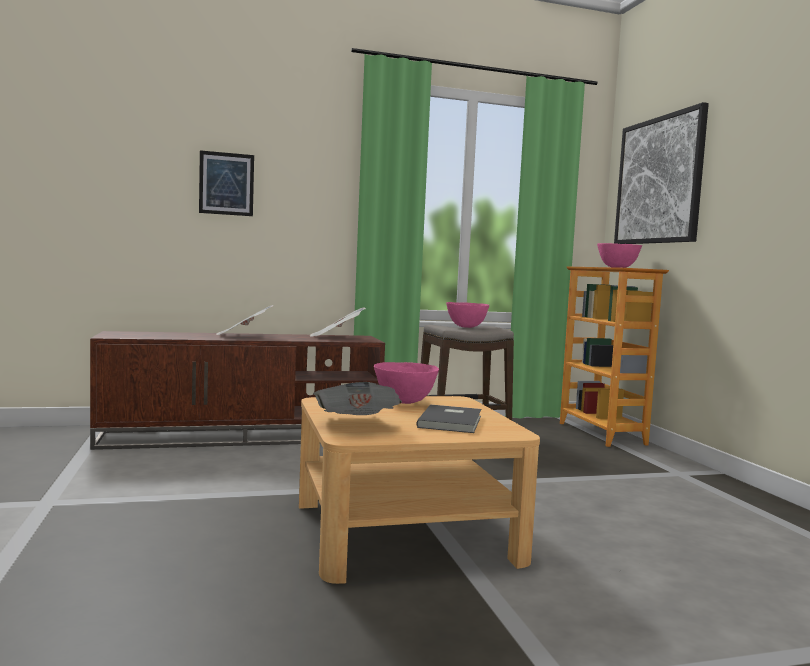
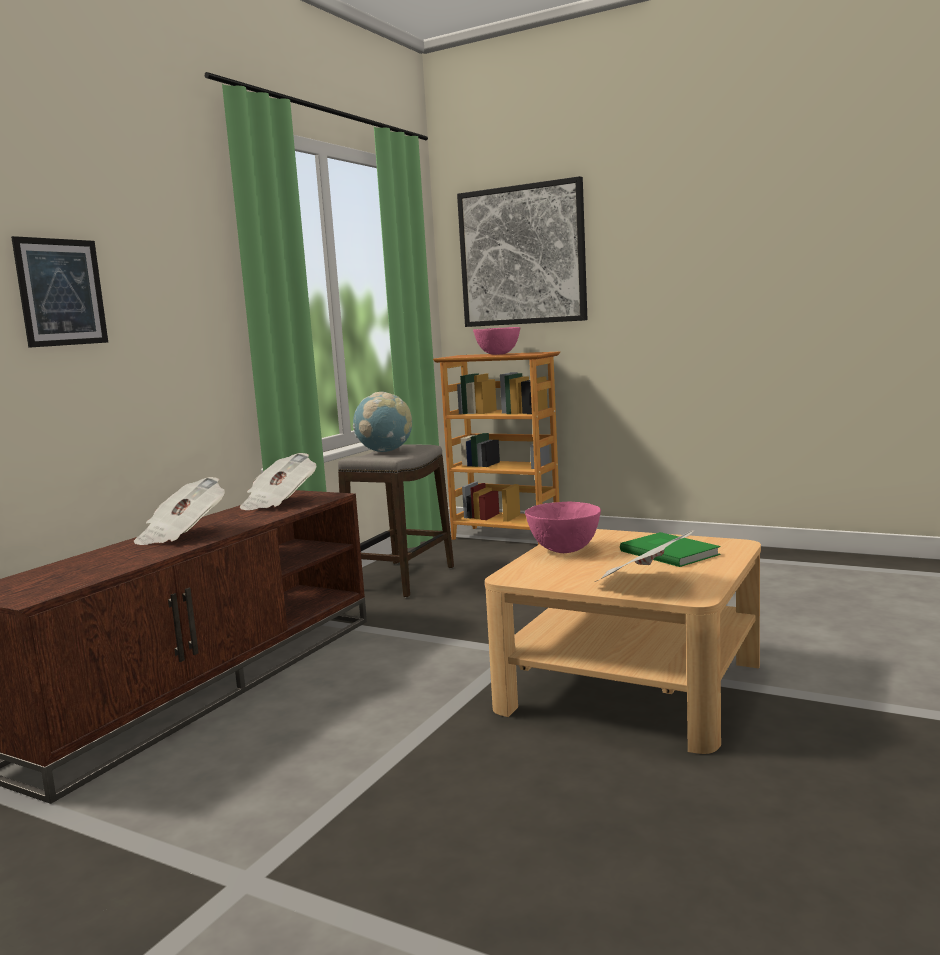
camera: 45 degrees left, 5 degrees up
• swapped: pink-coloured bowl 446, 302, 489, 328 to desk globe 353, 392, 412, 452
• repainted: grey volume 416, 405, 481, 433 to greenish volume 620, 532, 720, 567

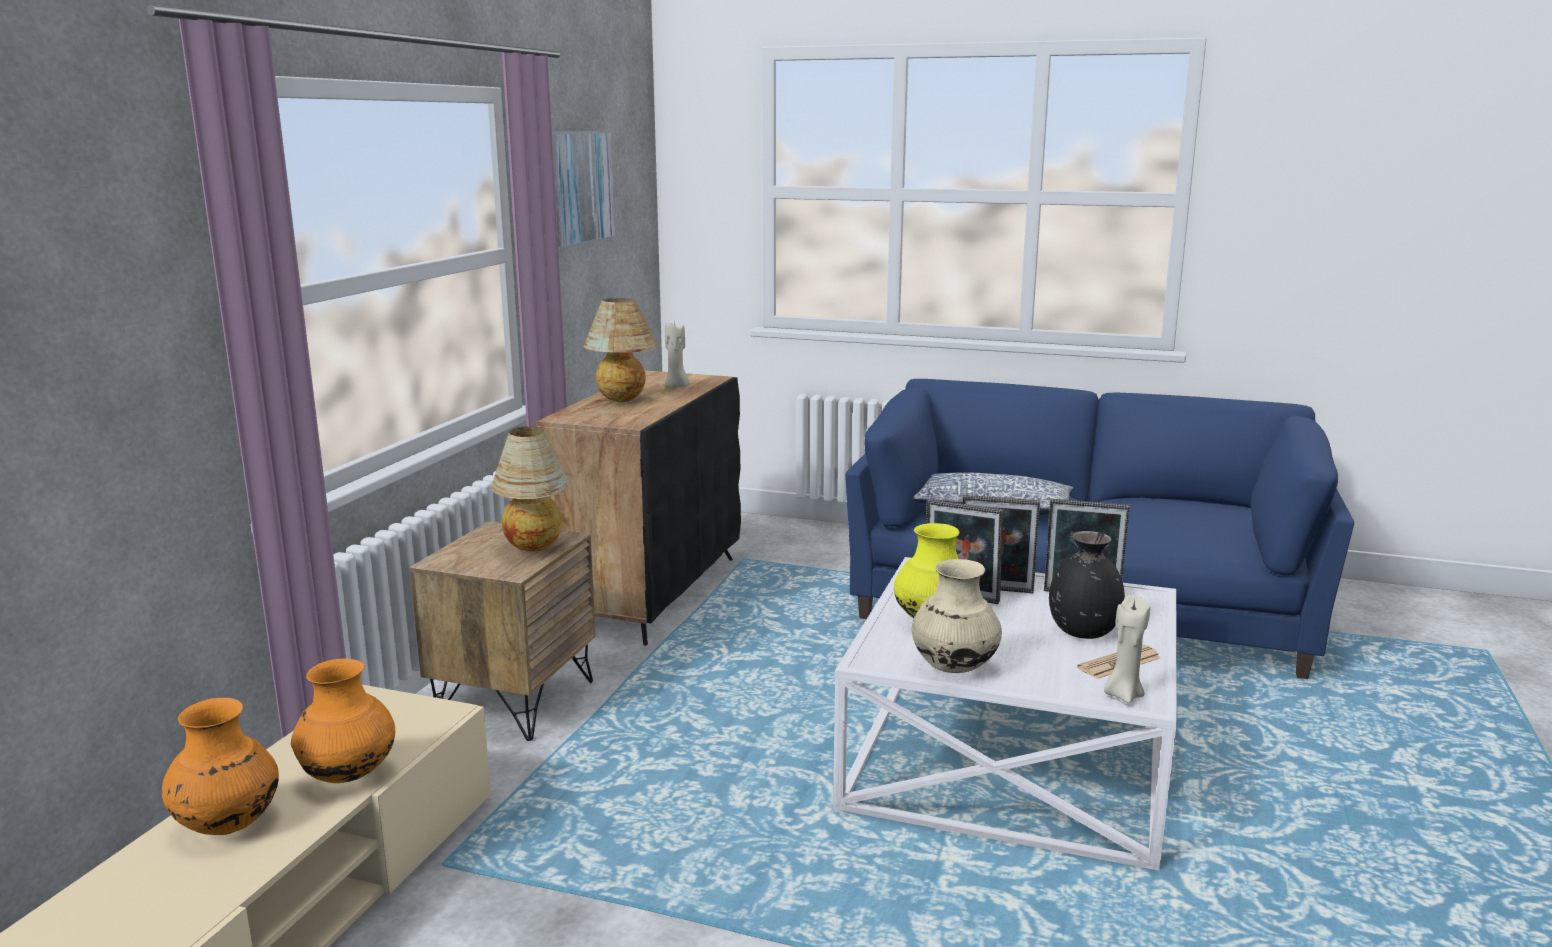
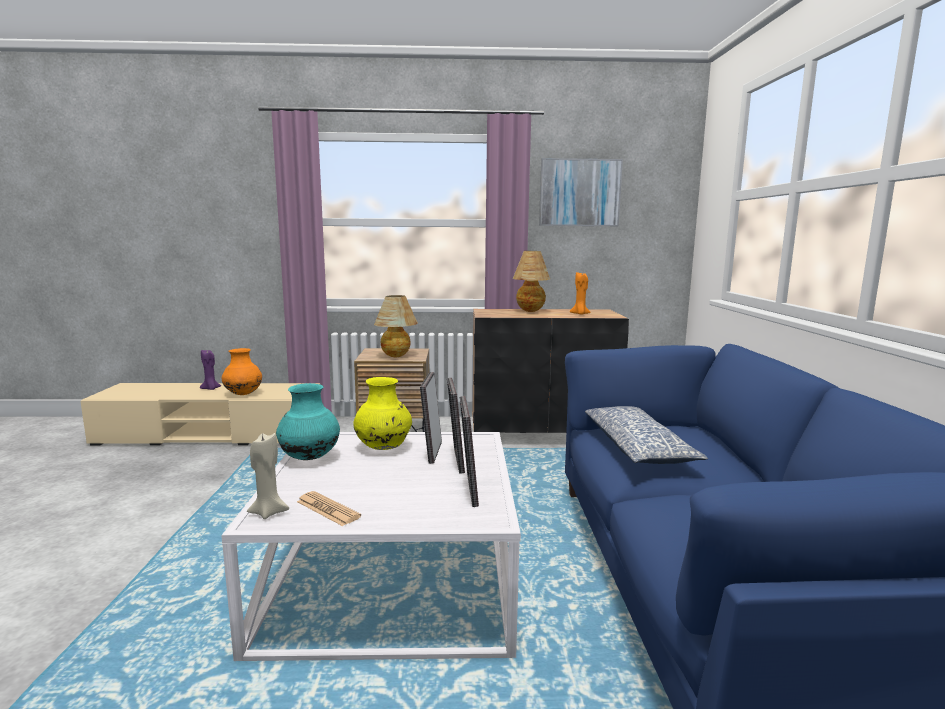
camera: 70 degrees right, 5 degrees down
• swapped: orange flower vase 162, 698, 279, 835 to purple wax candle 200, 350, 221, 390
• repainted: beige flower vase 912, 559, 1002, 673 to turquoise flower vase 276, 383, 340, 460
• repainted: beige wax candle 665, 322, 690, 387 to orange wax candle 570, 272, 591, 315
• gone: black-coloured flower vase 1049, 531, 1125, 639

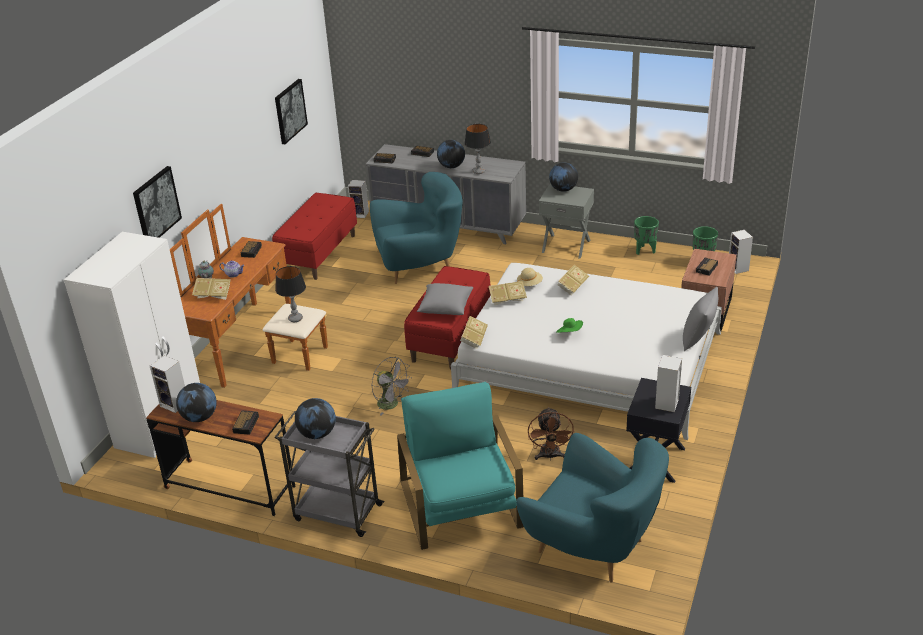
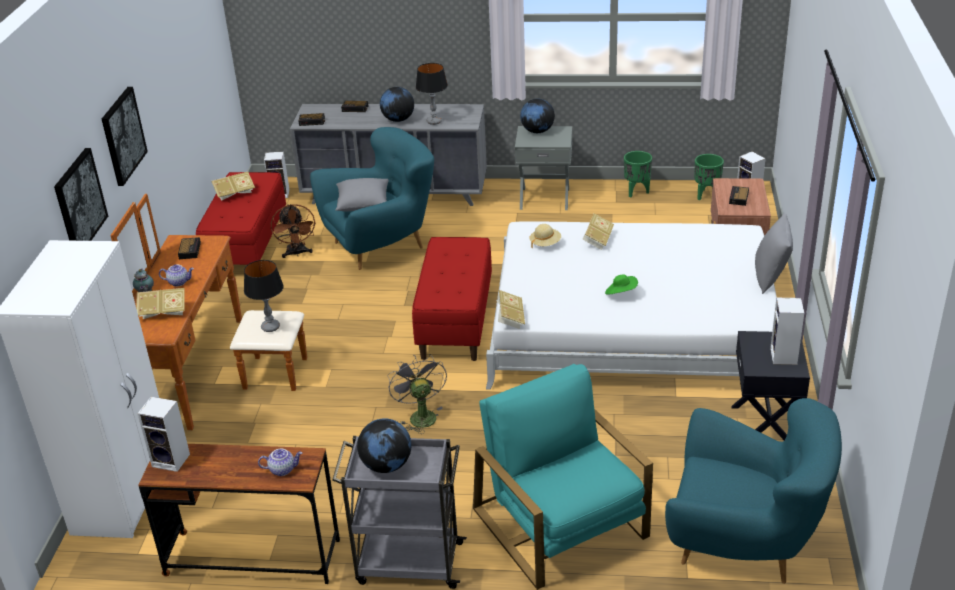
camera: 15 degrees left, 0 degrees up
• shifted: picture 275, 79, 308, 144 to 102, 87, 148, 186
• shifted: volume 488, 281, 527, 305 to 211, 172, 255, 201
• swapped: bedside clock 232, 411, 259, 435 to pot for tea 258, 449, 302, 476
• shifted: brown-coloured fan 528, 407, 574, 461 to 271, 204, 316, 258
• shifted: grey cushion 417, 283, 473, 315 to 335, 178, 389, 211
• rotated: grey fan 372, 357, 412, 416 = 387, 354, 447, 434 135 degrees counterclockwise
• gone: desk globe 176, 383, 217, 422

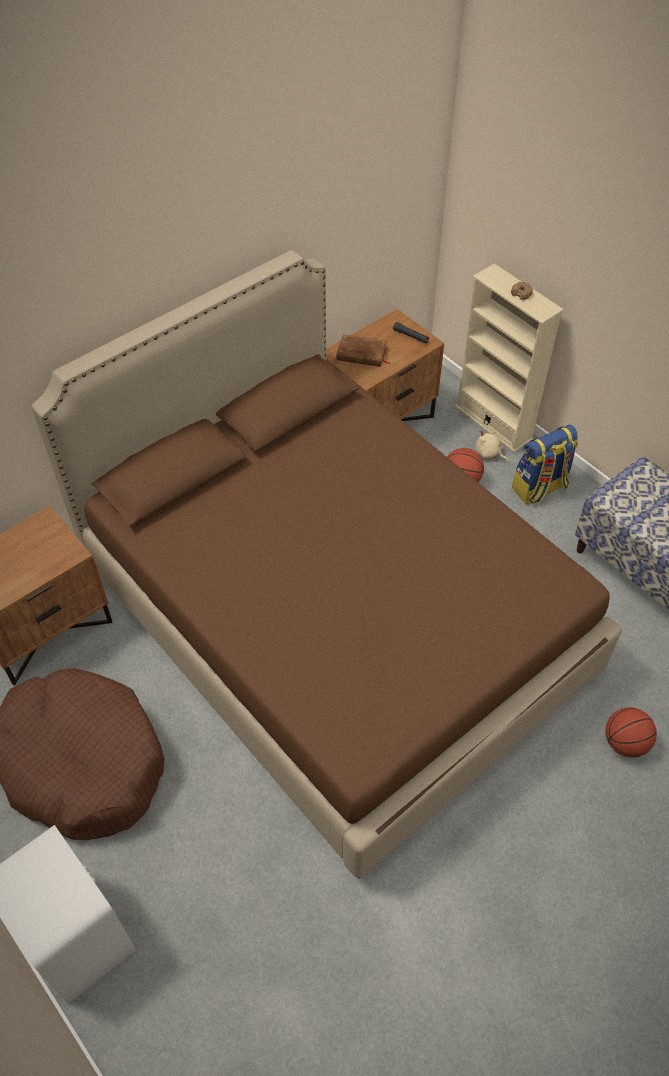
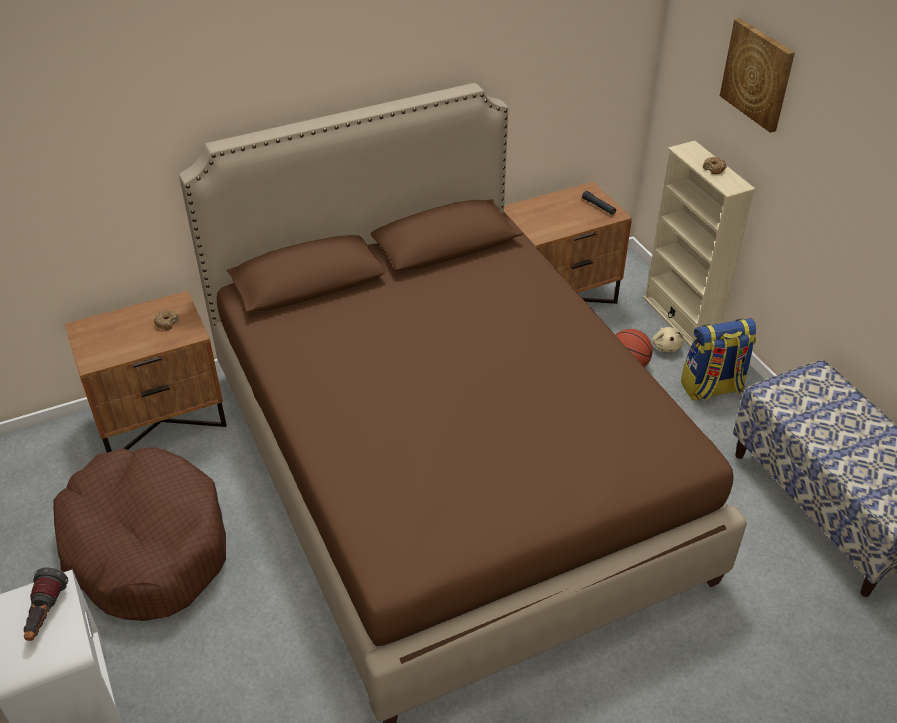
camera: 15 degrees right, 10 degrees down
• new: flashlight 24, 567, 68, 641
• new: donut 154, 310, 179, 330
• rotated: beige cuddly toy 476, 428, 509, 462 = 652, 327, 683, 352 150 degrees counterclockwise
• new: picture 720, 18, 795, 133
• gone: brown-coloured volume 336, 334, 390, 367
• gone: basketball ball 605, 707, 657, 758

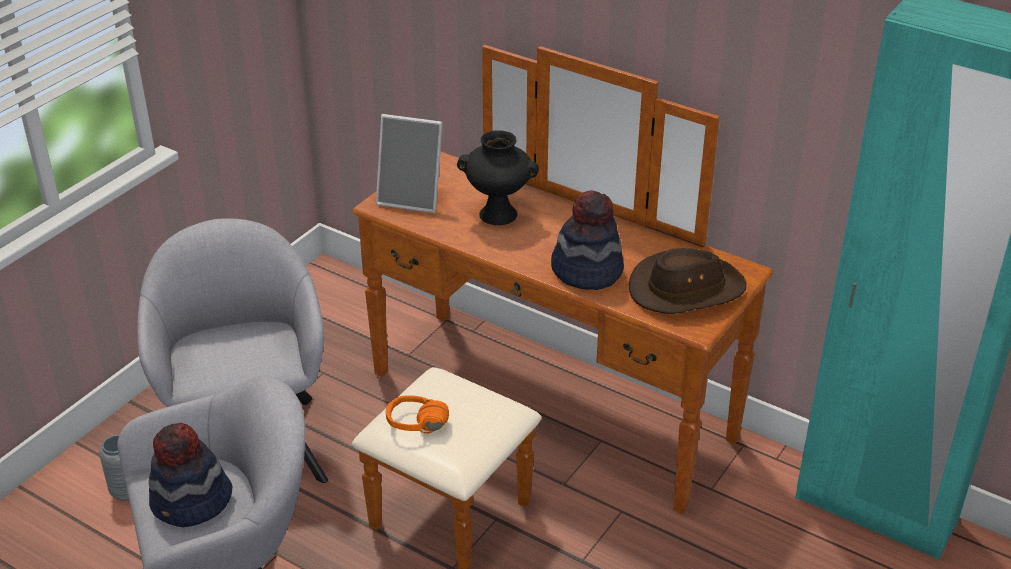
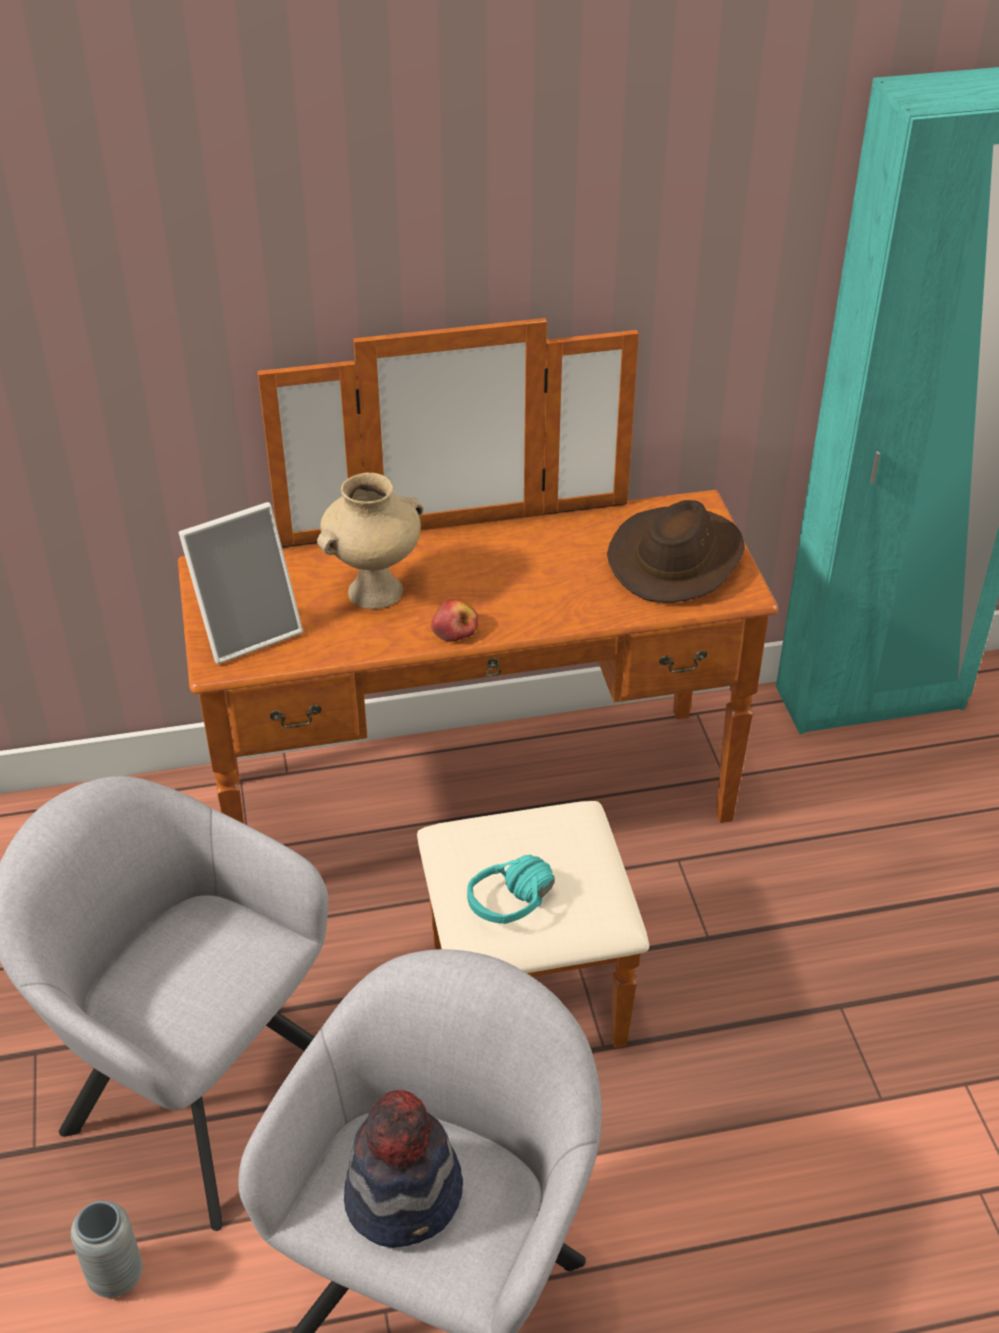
camera: 45 degrees left, 5 degrees up
• repainted: black-coloured flower vase 457, 130, 539, 225 to beige flower vase 317, 473, 423, 609
• new: apple 431, 599, 478, 642
• repainted: orange pair of headphones 386, 395, 449, 434 to turquoise pair of headphones 467, 855, 555, 924
• gone: wearable hat 551, 190, 624, 290

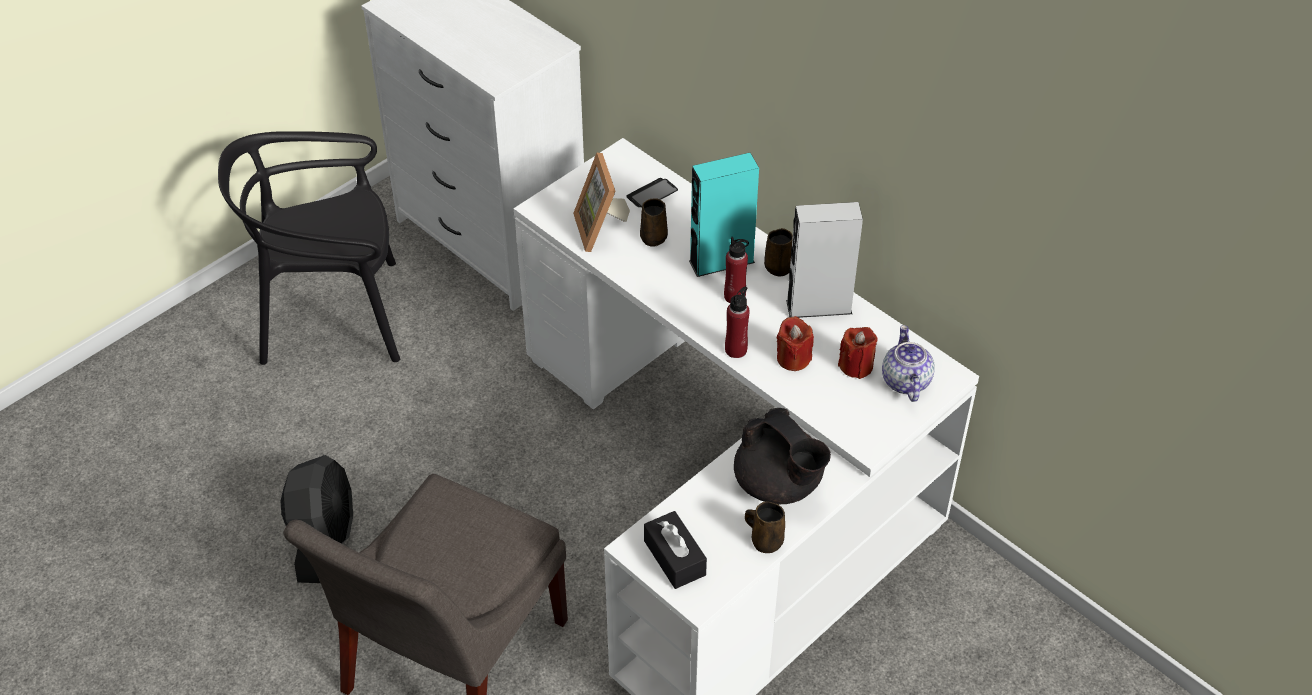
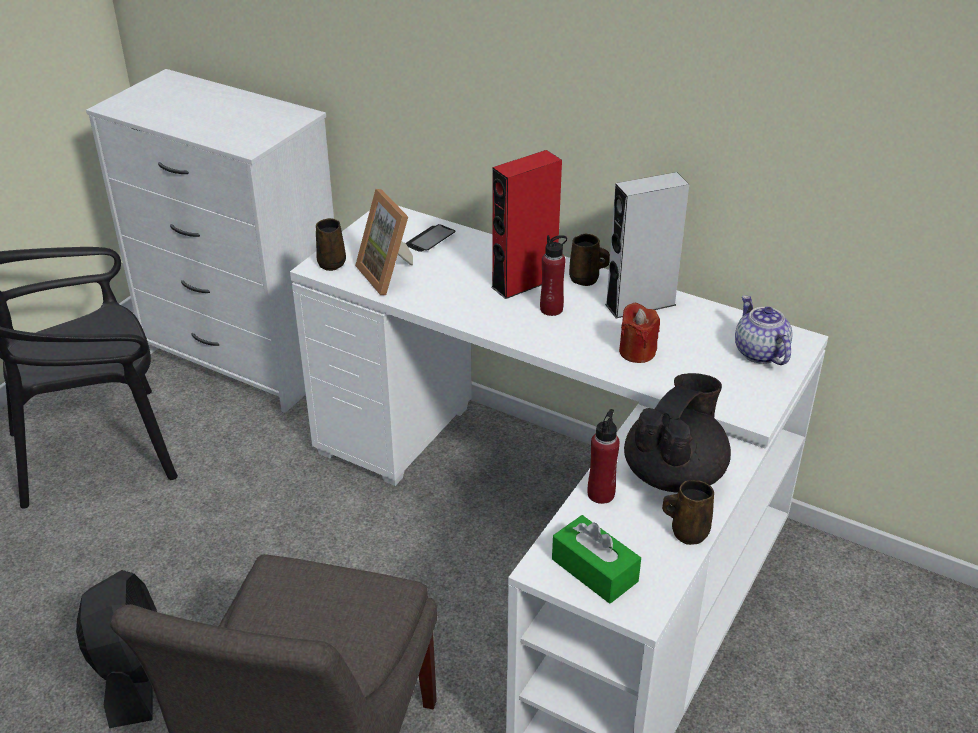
camera: 15 degrees left, 10 degrees down
• shifted: brown-coloured tea mug 640, 198, 668, 247 to 316, 218, 346, 271
• repainted: turquoise loudspeaker 689, 153, 759, 277 to red-coloured loudspeaker 491, 150, 562, 299
• repainted: black-coloured tissue box 644, 511, 707, 589 to greenish tissue box 552, 515, 641, 604
• shifted: red-coloured beverage bottle 725, 287, 750, 358 to 588, 409, 620, 504
• rotated: black-coloured pot for tea 734, 408, 831, 504 = 624, 373, 731, 493 90 degrees counterclockwise
• gone: red-coloured wax candle 838, 327, 878, 379

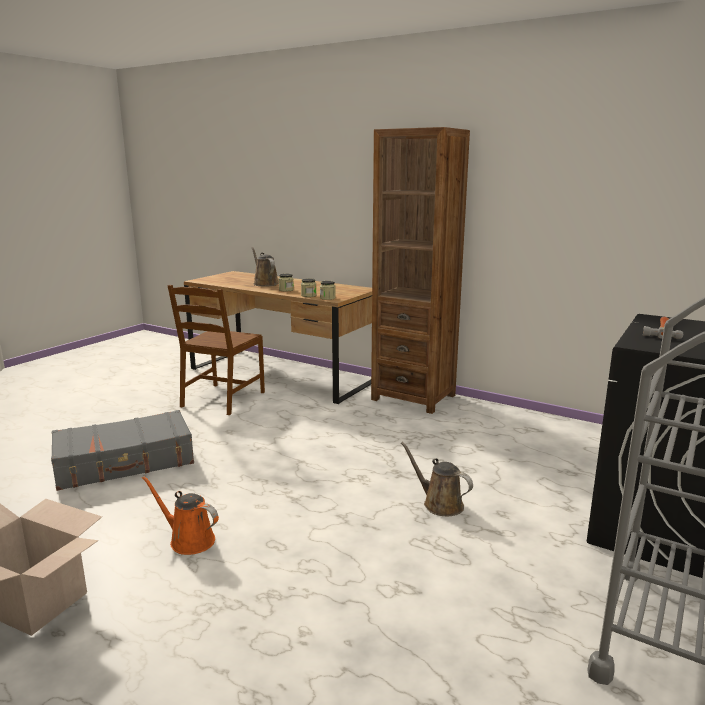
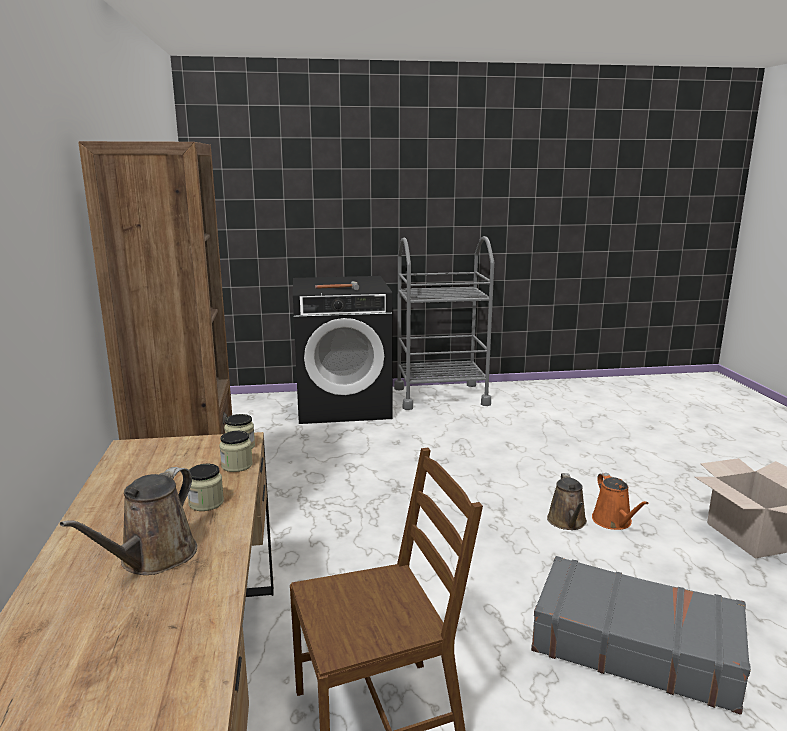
camera: 130 degrees left, 0 degrees up
• shifted: brown-coloured watering can 401, 442, 473, 516 to 547, 473, 587, 530

